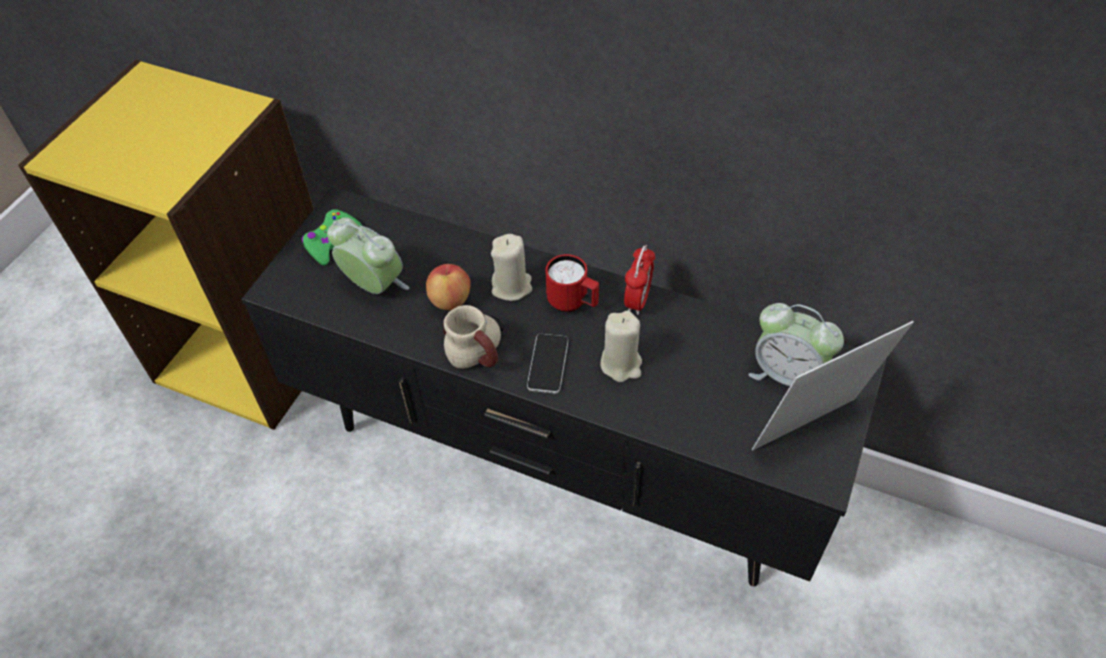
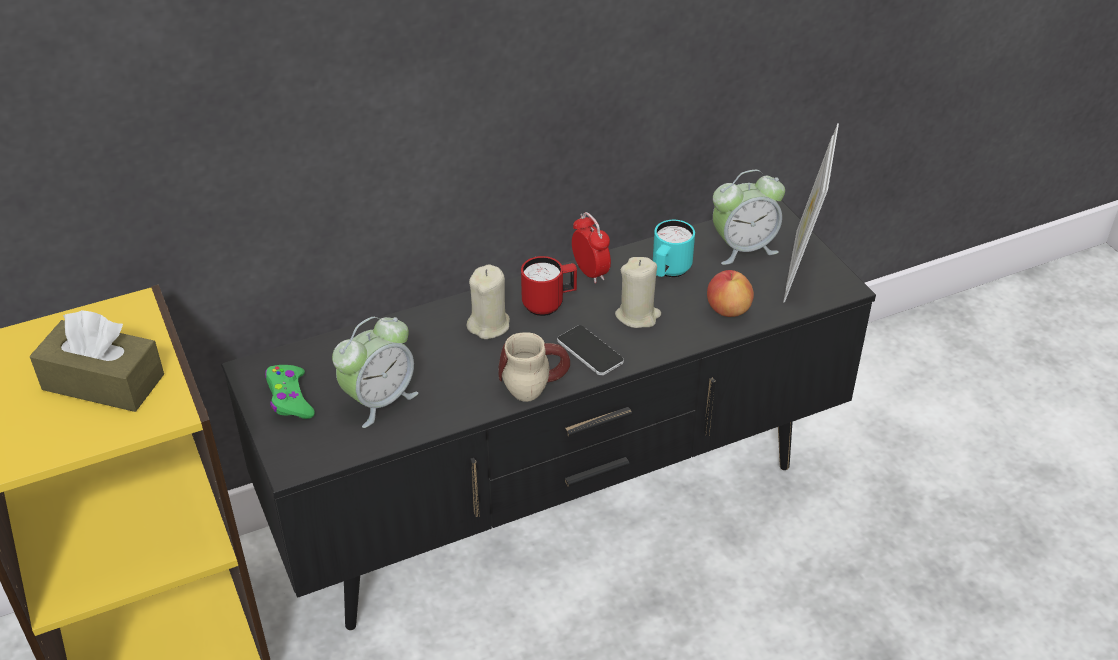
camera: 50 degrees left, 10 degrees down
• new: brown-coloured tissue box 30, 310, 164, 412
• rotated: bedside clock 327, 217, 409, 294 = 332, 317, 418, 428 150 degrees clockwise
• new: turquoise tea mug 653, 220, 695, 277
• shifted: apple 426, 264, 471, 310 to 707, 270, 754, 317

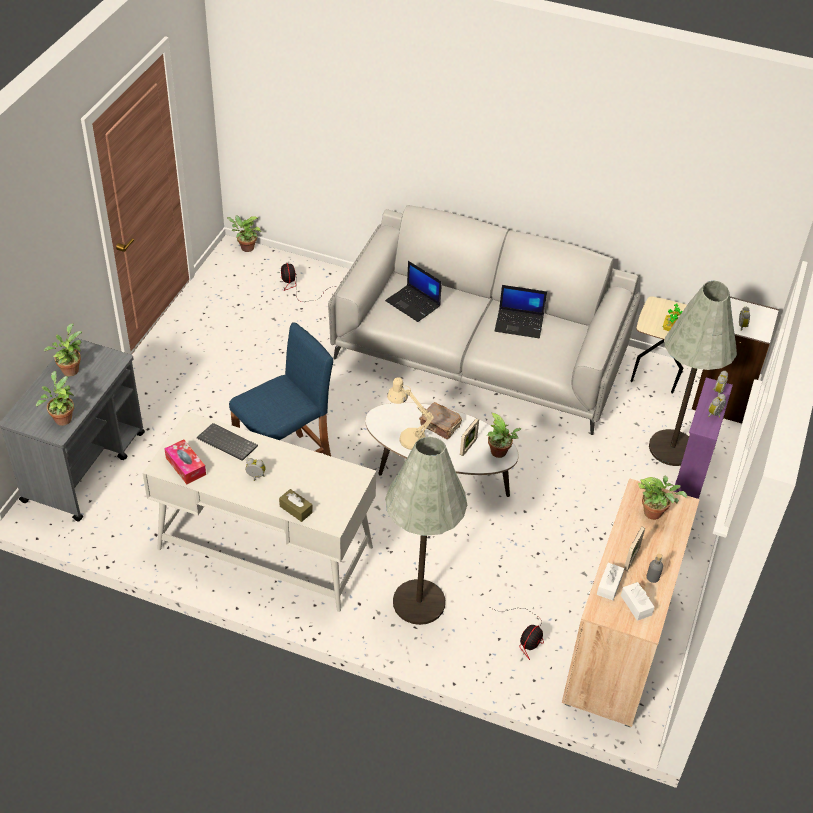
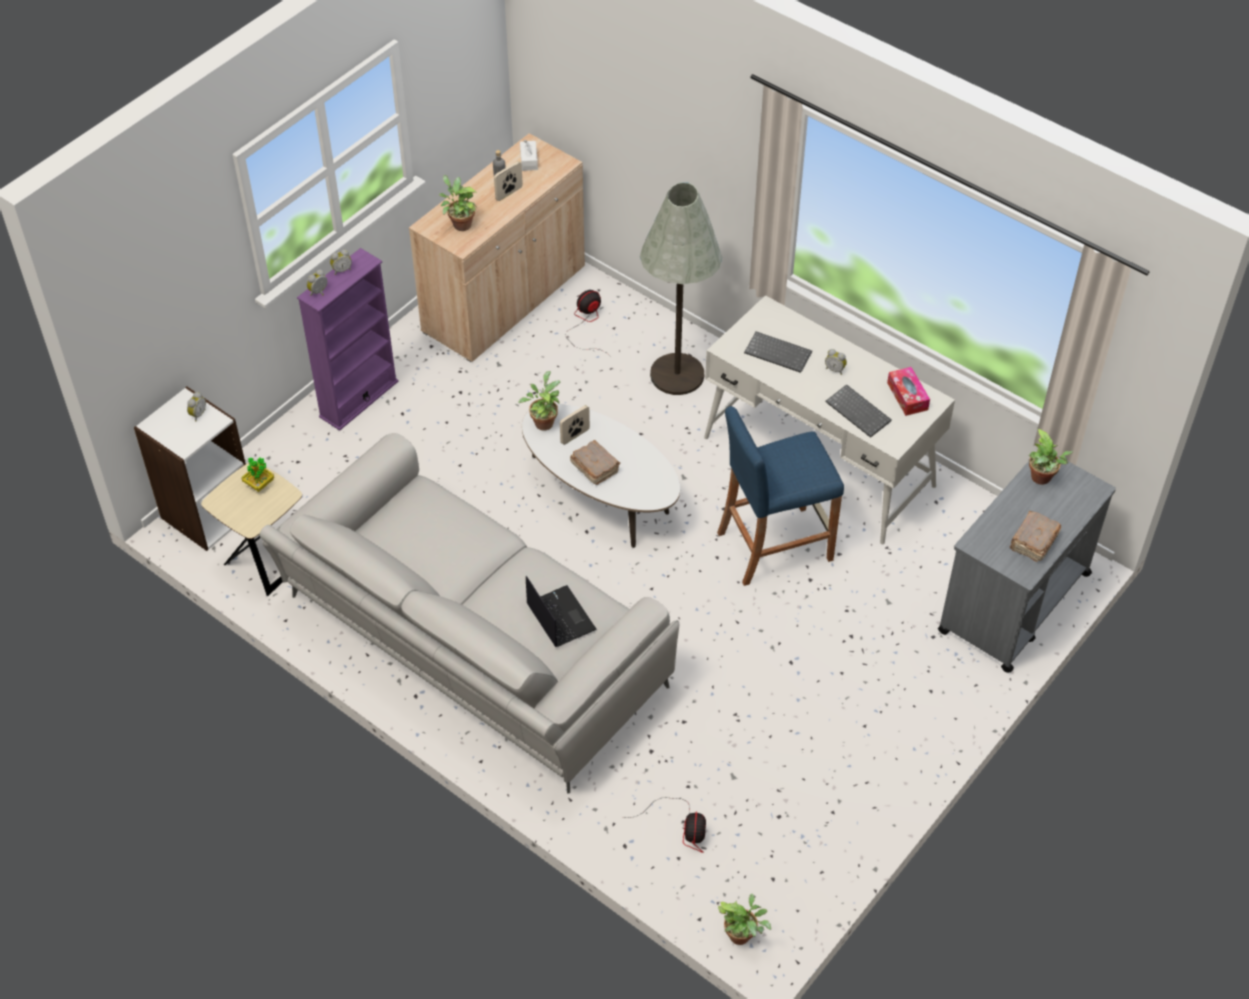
camera: 160 degrees left, 5 degrees up
• new: computer keyboard 744, 331, 812, 373
• swapped: potted plant 44, 323, 82, 376 to brown-coloured volume 1009, 510, 1061, 562
• gone: brown-coloured tissue box 279, 489, 313, 522
• gone: beige tabletop lamp 387, 377, 434, 450
• gone: laptop 495, 285, 547, 338
• gone: white-coloured tissue box 597, 563, 624, 600
• gone: grey standard lamp 649, 280, 737, 466

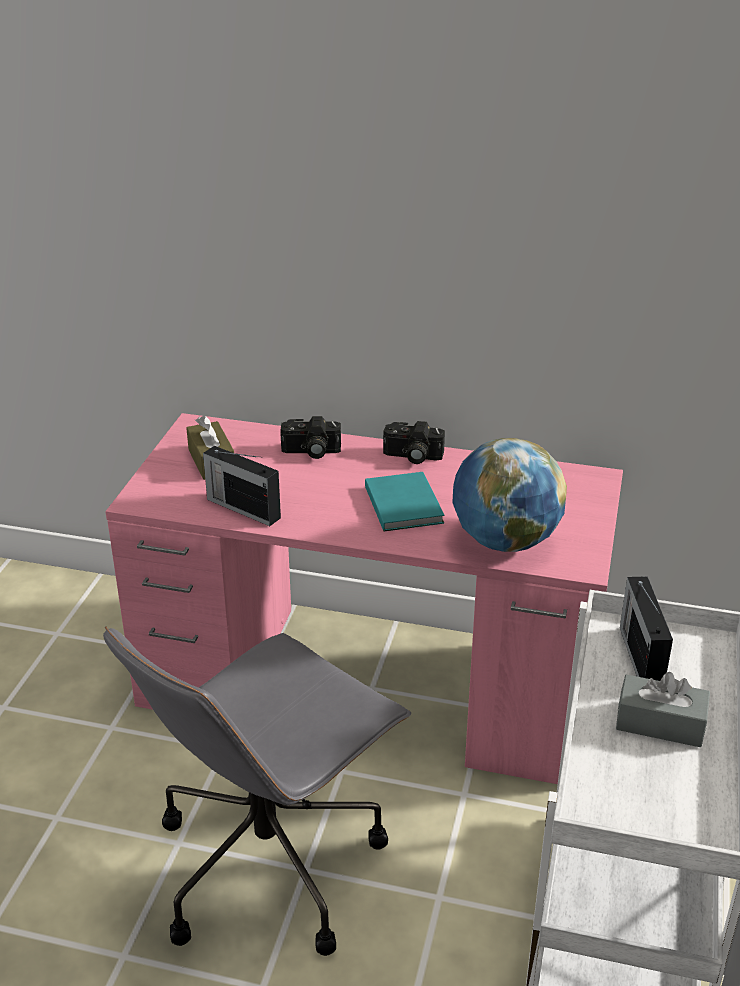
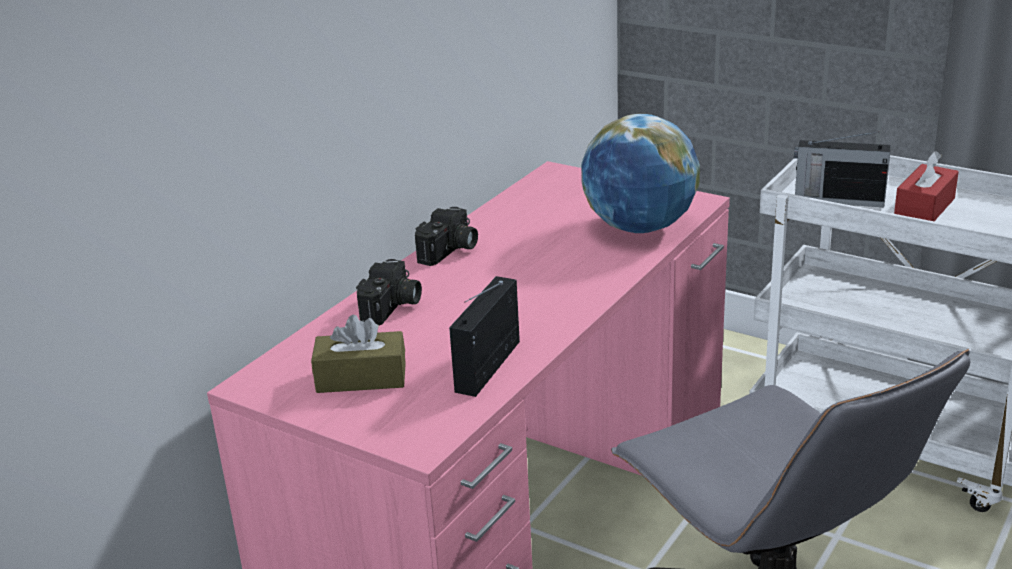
camera: 70 degrees left, 5 degrees down
• rotated: radio receiver 203, 446, 281, 526 = 449, 276, 520, 397 150 degrees clockwise
• repainted: grey tissue box 616, 672, 710, 747 to red-coloured tissue box 894, 151, 959, 221
• gone: turquoise volume 365, 472, 445, 531

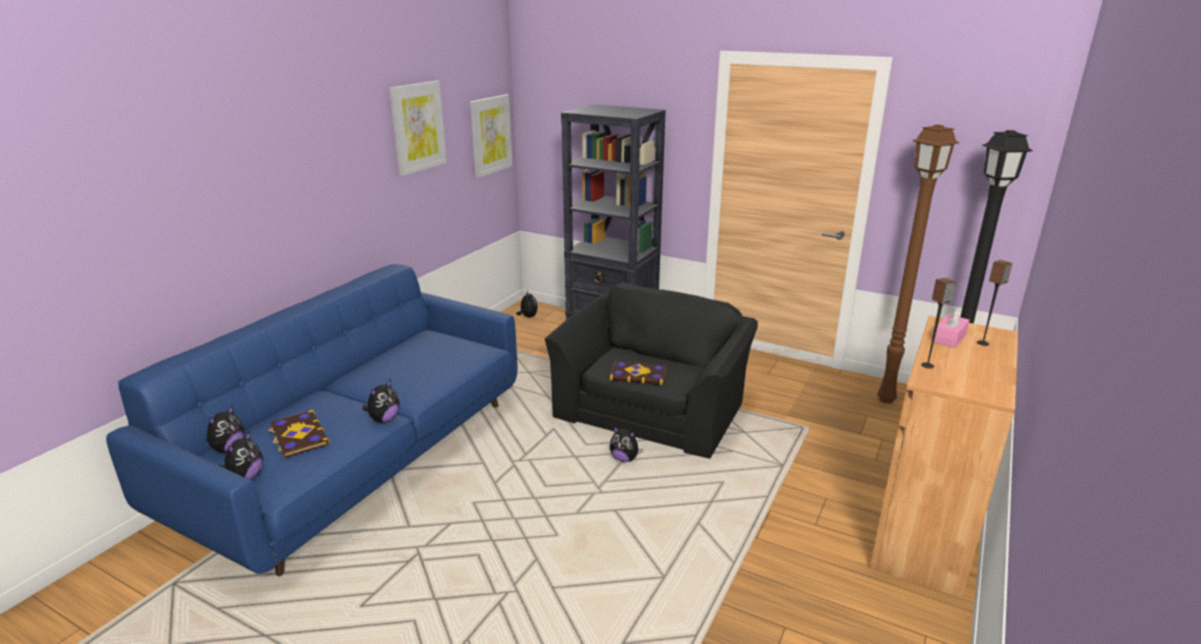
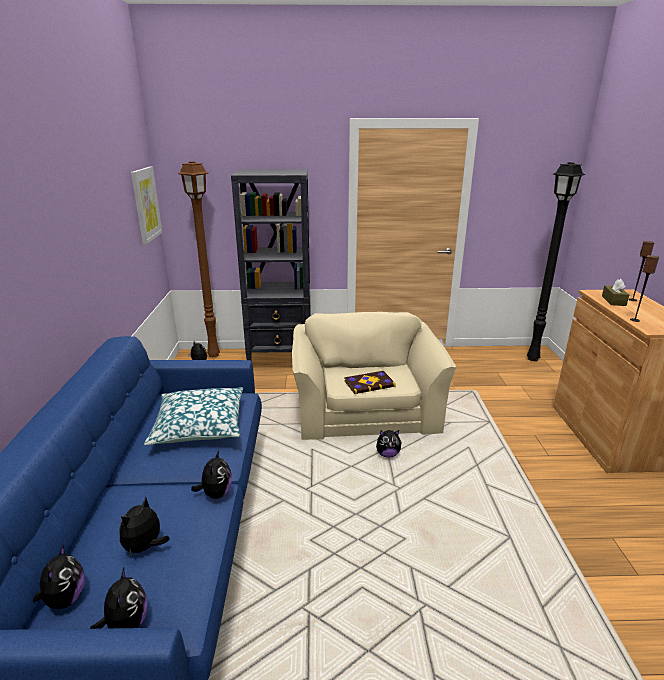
camera: 30 degrees left, 0 degrees up
• swapped: volume 268, 410, 330, 458 to cuddly toy 119, 497, 170, 557
• new: cushion 144, 387, 243, 445
• shifted: brown-coloured standard lamp 877, 125, 960, 404 to 178, 161, 220, 357
• repainted: black-coloured lounge chair 545, 282, 758, 459 to beige lounge chair 292, 312, 456, 440
• repainted: pink-coloured tissue box 934, 308, 969, 348 to brown-coloured tissue box 602, 279, 629, 306
• gone: picture 389, 81, 447, 176

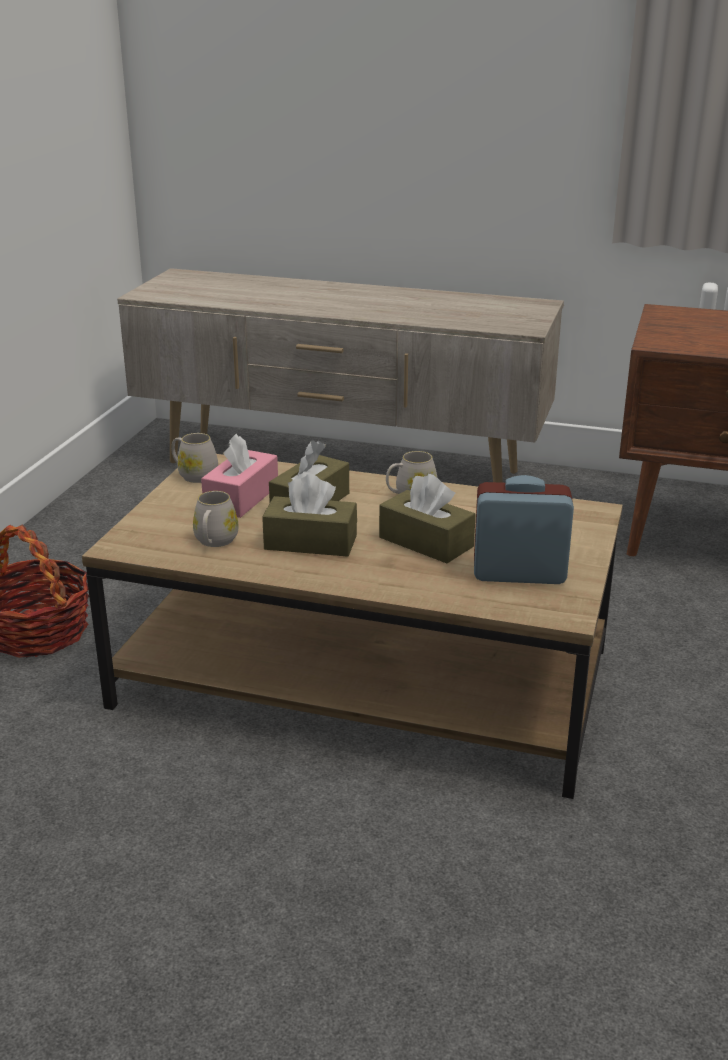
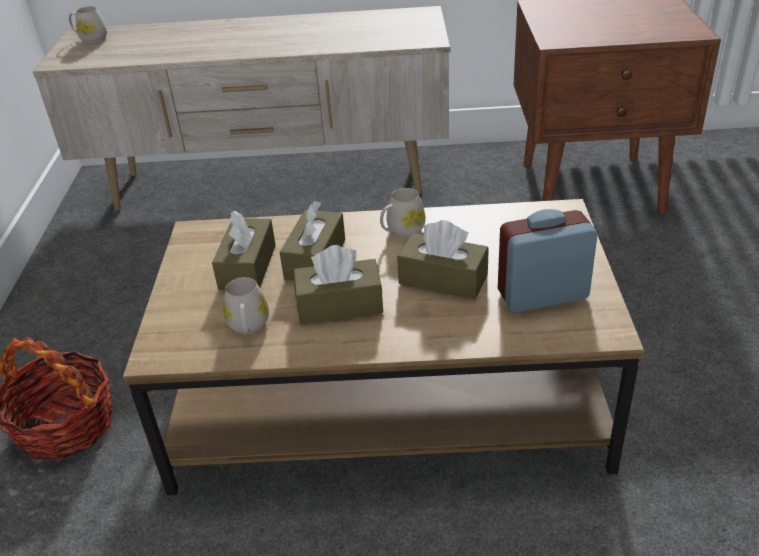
camera: 15 degrees left, 10 degrees up
• shifted: white-coloured tea mug 171, 433, 218, 483 to 69, 6, 107, 43
• repainted: pink-coloured tissue box 201, 434, 278, 518 to brown-coloured tissue box 212, 211, 276, 290

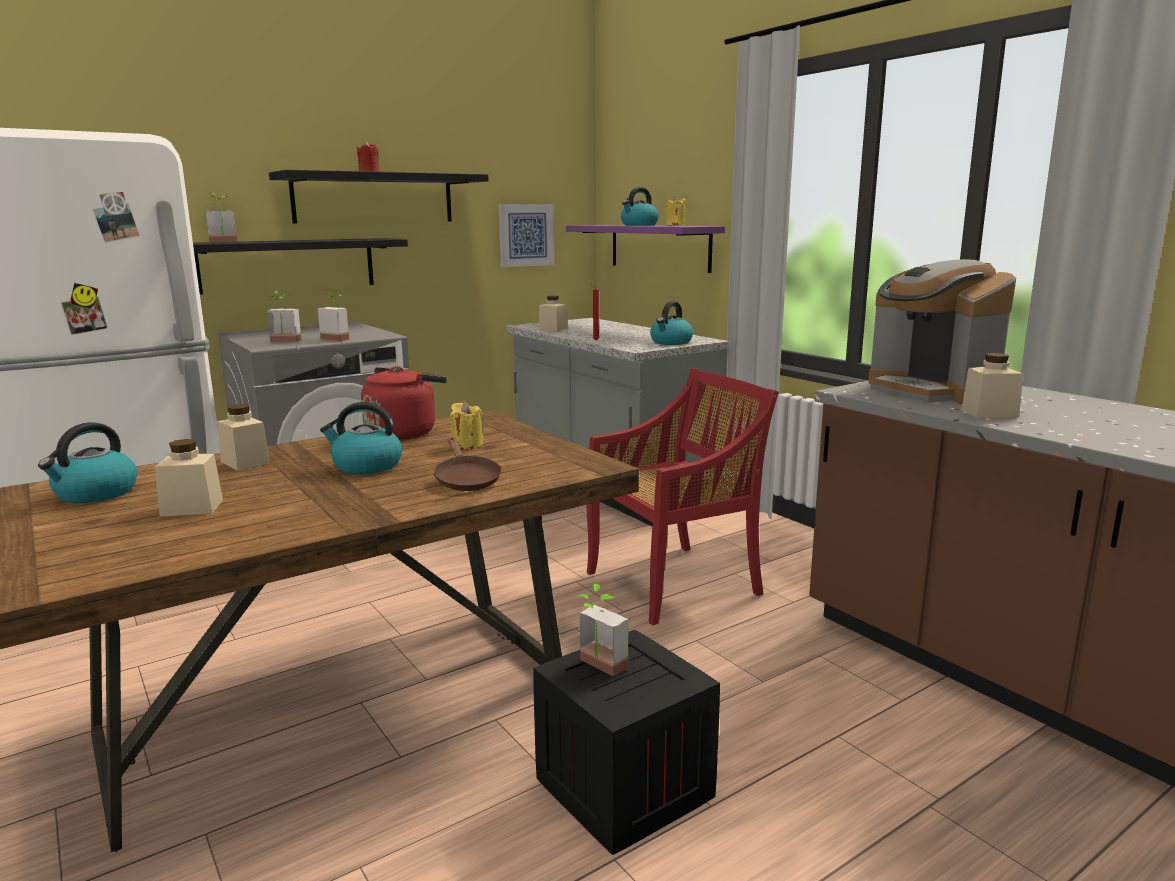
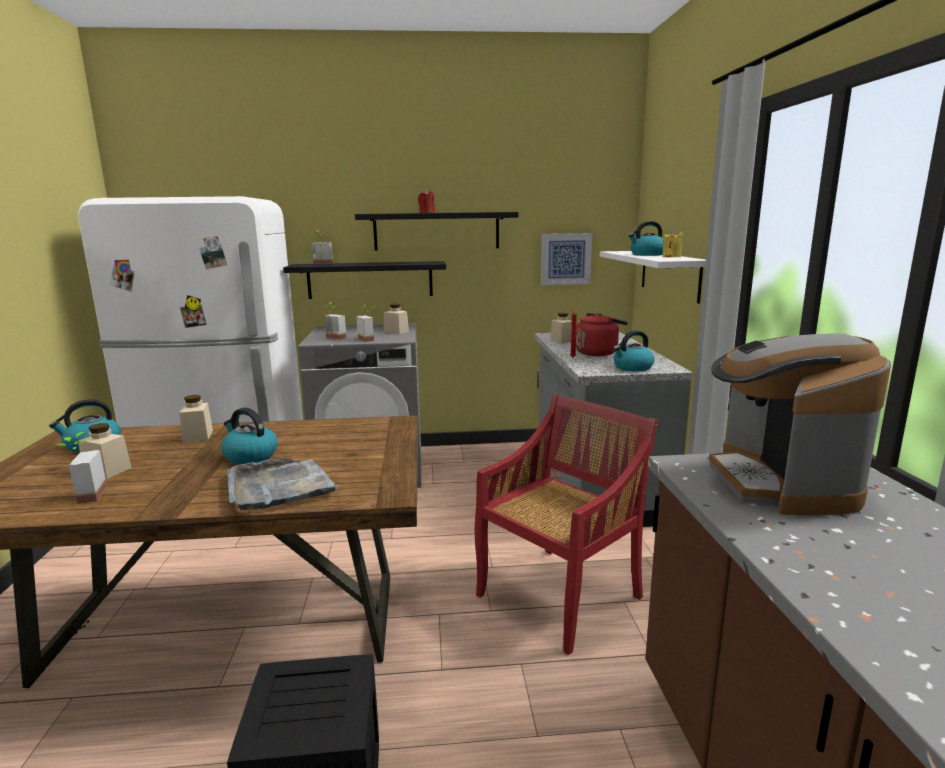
camera: 30 degrees right, 0 degrees up
• shifted: potted plant 578, 584, 628, 676 to 55, 432, 107, 504
• swapped: brown-coloured frying pan 434, 438, 501, 491 to grey carrying tray 227, 458, 340, 510
• shifted: beige jar 961, 353, 1023, 418 to 384, 304, 409, 334
• rotated: red-coloured chair 587, 367, 779, 625 = 475, 393, 658, 655 45 degrees counterclockwise
• shifted: red-coloured water kettle 361, 366, 447, 440 to 576, 313, 628, 356
• repainted: purple bracket shelf 566, 225, 725, 273 to white-coloured bracket shelf 600, 251, 706, 303
• gone: yellowish wax candle 450, 401, 484, 449

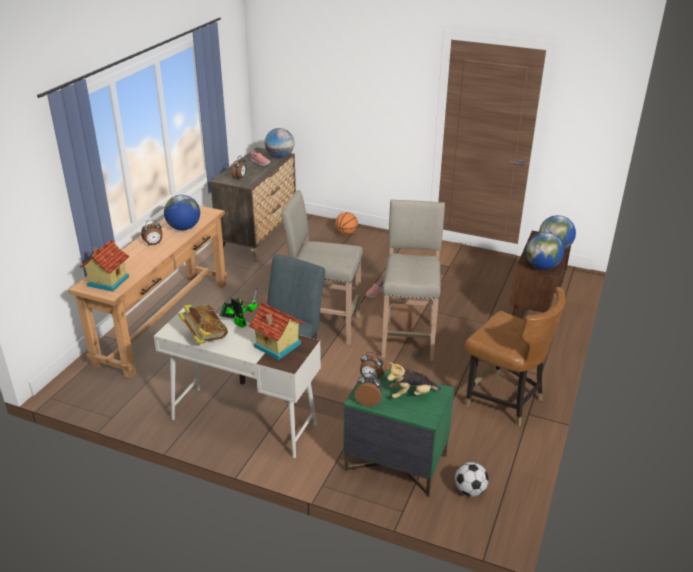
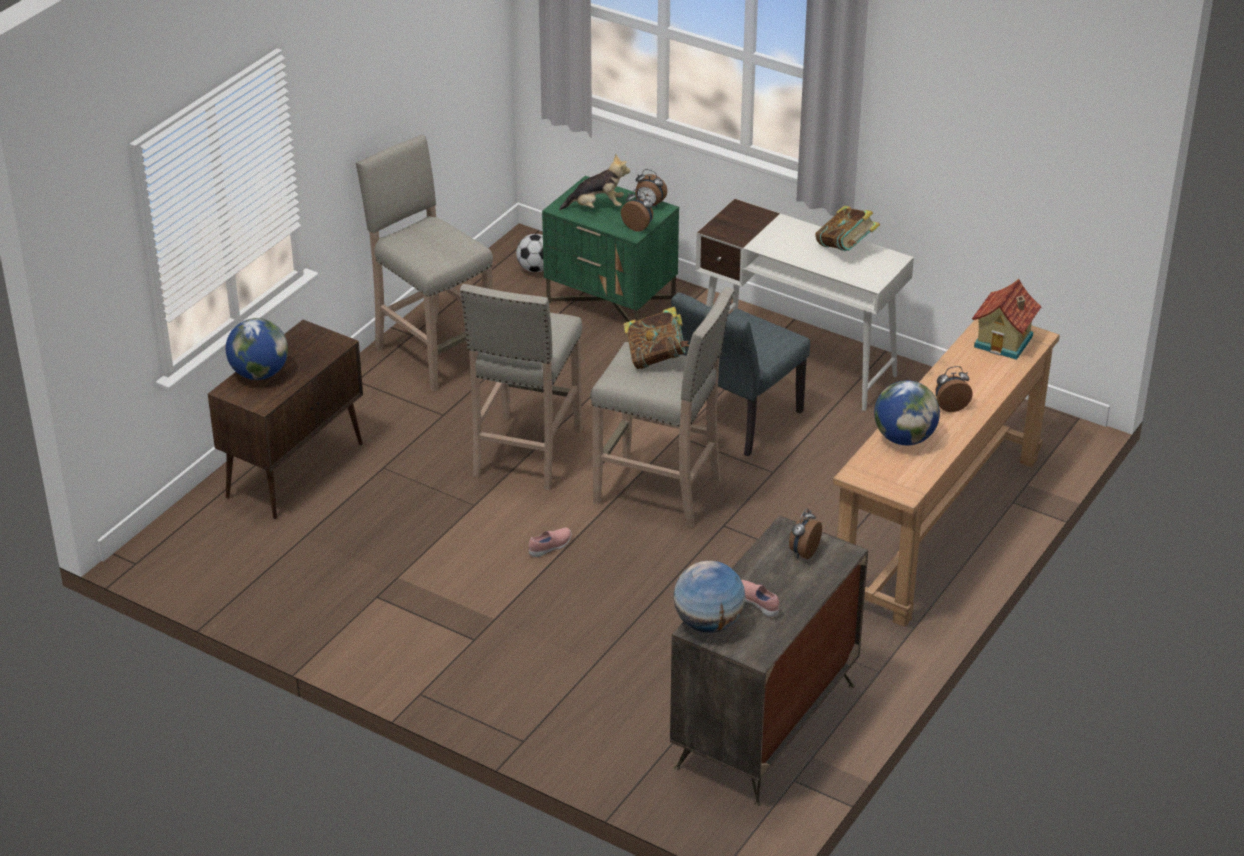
camera: 170 degrees left, 5 degrees up
• swapped: brown-coloured chair 464, 287, 566, 426 to beige sitting stool 356, 134, 493, 392
• new: volume 623, 307, 689, 369
• gone: robot figure 220, 288, 257, 328
• gone: model house 249, 302, 304, 360
• gone: basketball ball 335, 212, 358, 235
• gone: desk globe 526, 232, 564, 270

